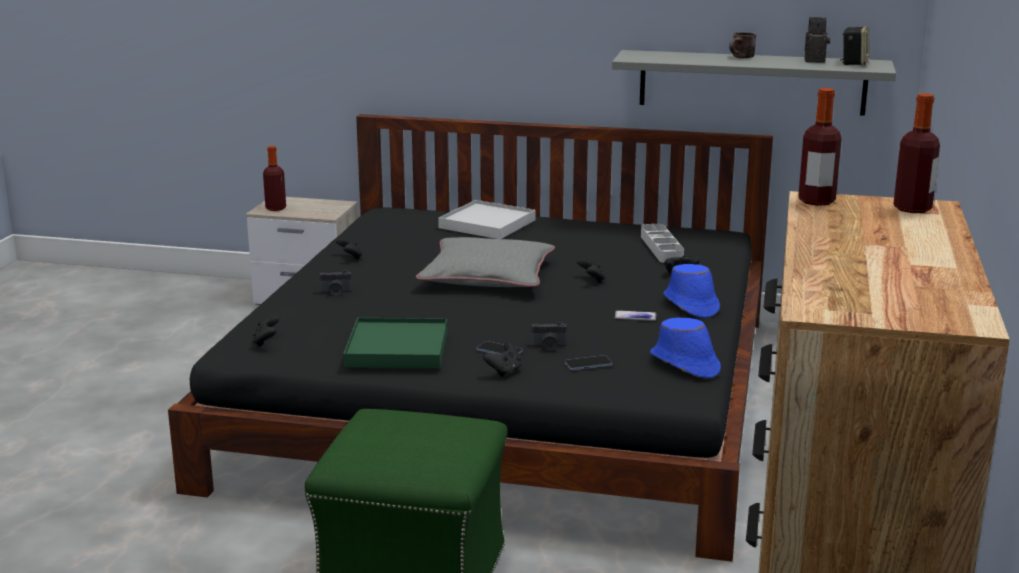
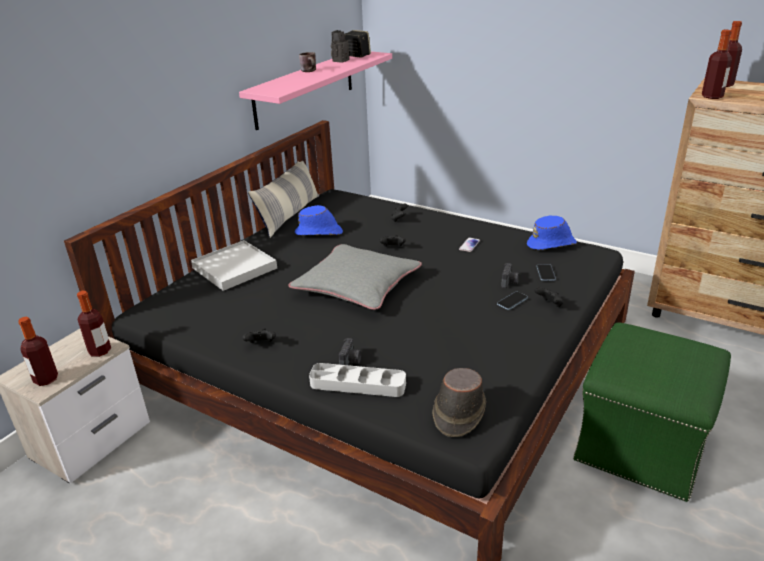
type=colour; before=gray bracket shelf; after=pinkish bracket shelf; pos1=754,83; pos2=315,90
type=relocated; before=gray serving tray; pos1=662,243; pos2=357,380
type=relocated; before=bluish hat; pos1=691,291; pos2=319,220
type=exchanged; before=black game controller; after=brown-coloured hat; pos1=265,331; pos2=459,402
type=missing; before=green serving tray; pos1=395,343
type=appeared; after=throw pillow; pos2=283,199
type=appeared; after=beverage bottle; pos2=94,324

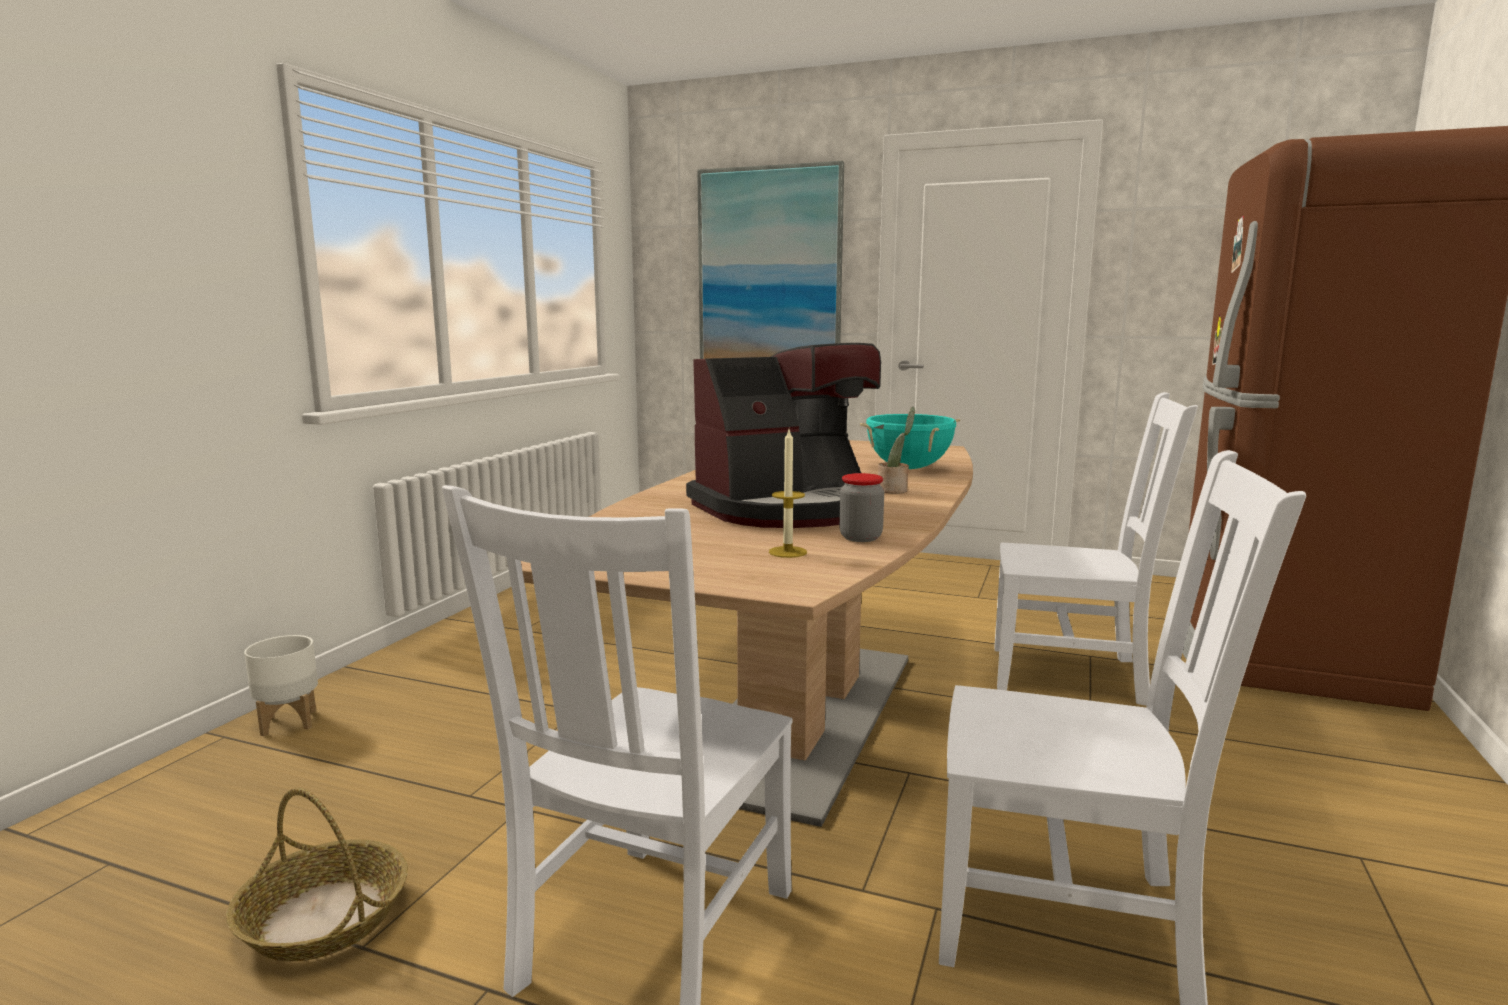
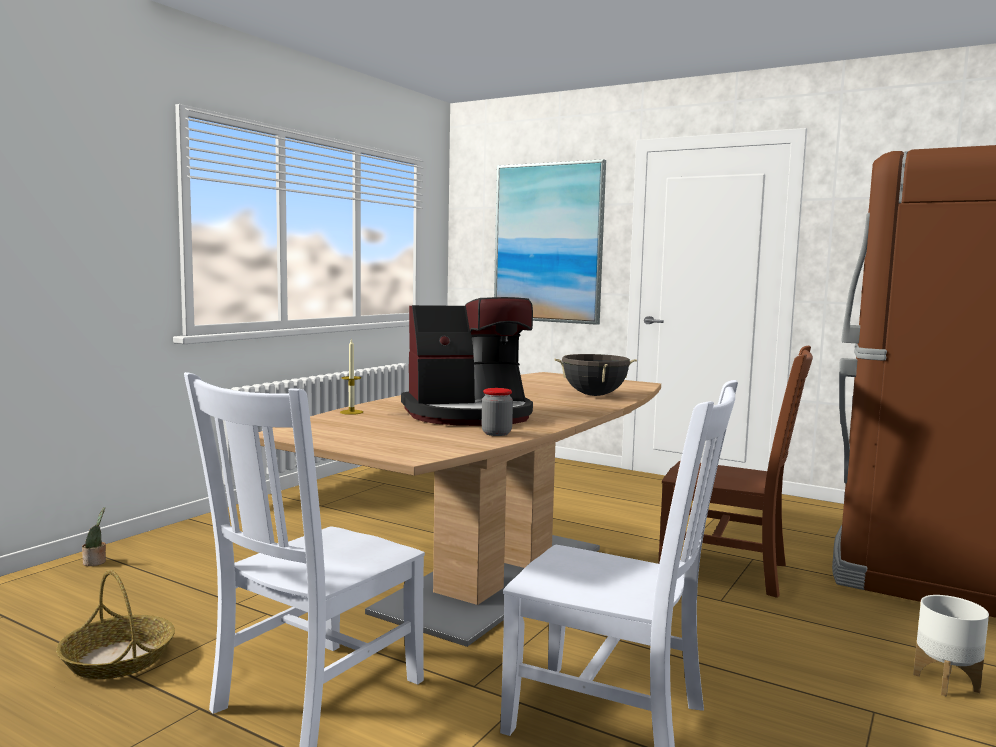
type=colour; before=whitish chair; after=brown-coloured chair; pos1=1096,549; pos2=735,472
type=relocated; before=potted plant; pos1=896,450; pos2=94,536
type=colour; before=turquoise-coloured cooking pot; after=black cooking pot; pos1=910,441; pos2=595,375
type=relocated; before=candle; pos1=788,494; pos2=351,376
type=relocated; before=whitish planter; pos1=281,685; pos2=951,646

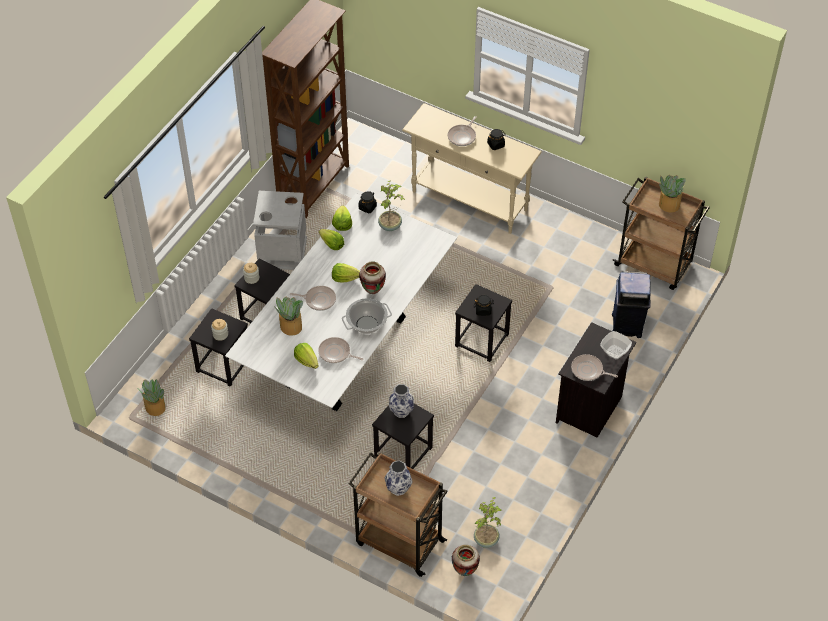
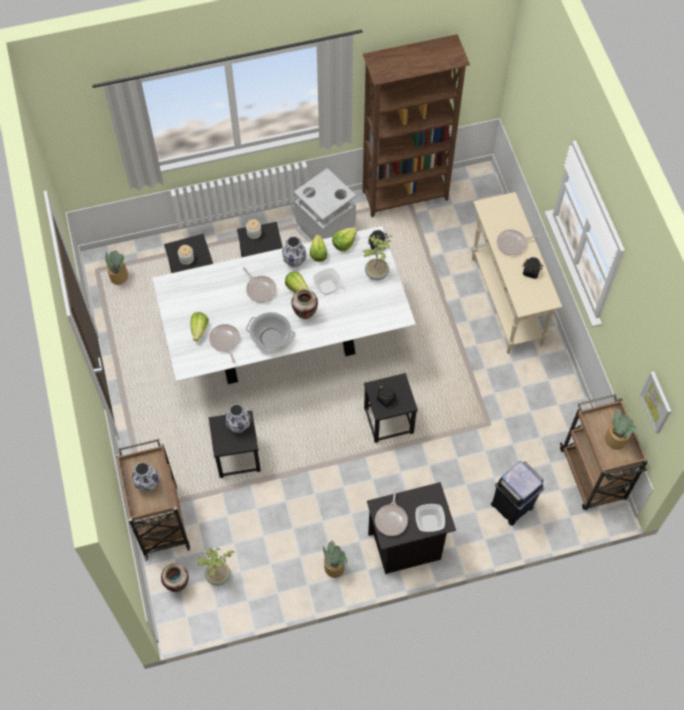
type=relocated; before=potted plant; pos1=288,316; pos2=335,559
type=spun; before=pan; pos1=594,367; pos2=391,512; turn=-150
type=appeared; after=vase; pos2=294,252
type=appeared; after=bowl; pos2=327,281
type=appeared; after=wall art; pos2=655,403

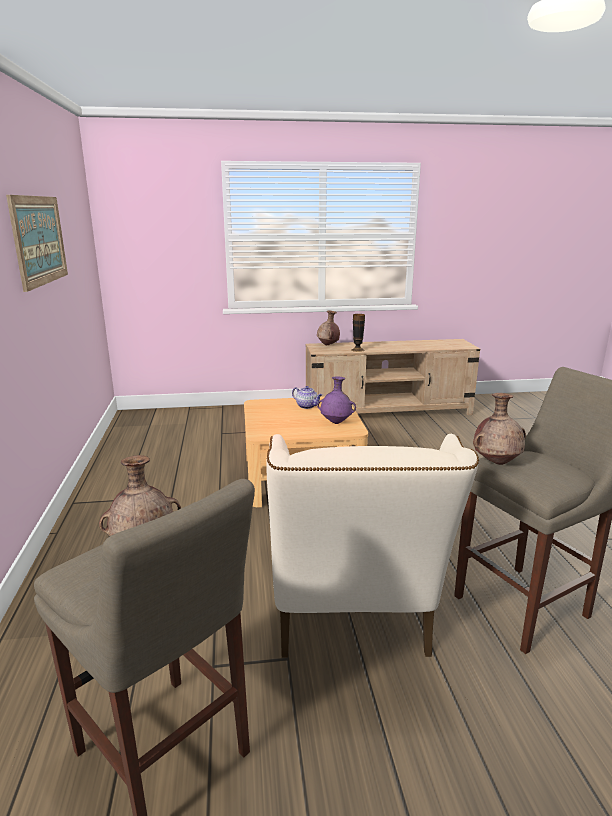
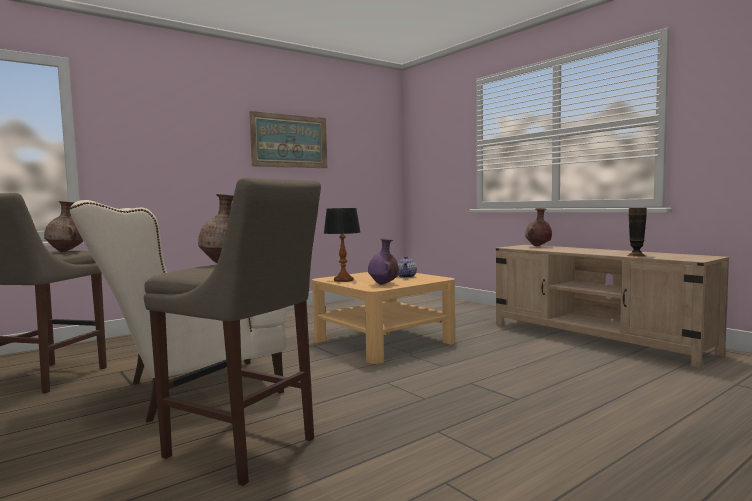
type=relocated; before=vase; pos1=358,333; pos2=637,232
type=appeared; after=table lamp; pos2=342,245

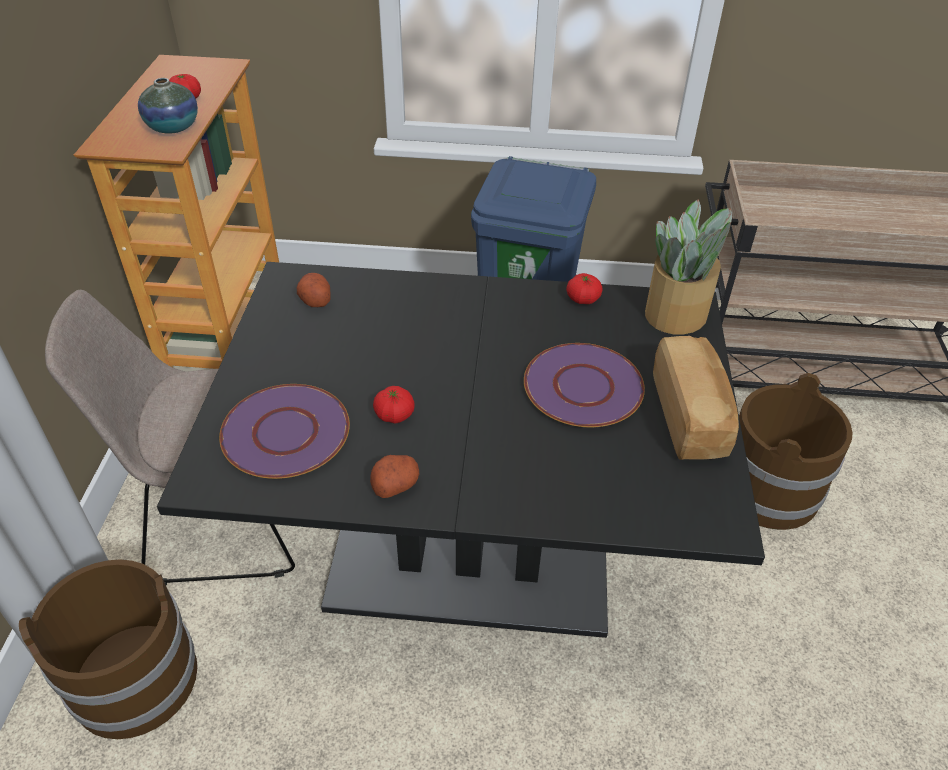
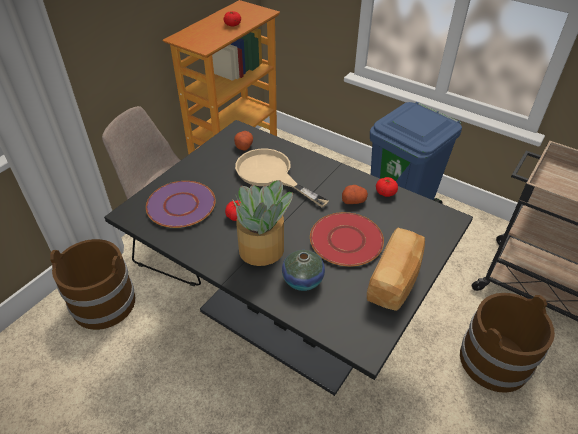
type=relocated; before=vase; pos1=168,106; pos2=303,270
type=relocated; before=potted plant; pos1=688,267; pos2=262,223
type=colour; before=purplish flat dish; after=red-coloured flat dish; pos1=584,385; pos2=347,239
type=relocated; before=potato; pos1=395,476; pos2=355,194
type=appeared; after=beige pan; pos2=282,177

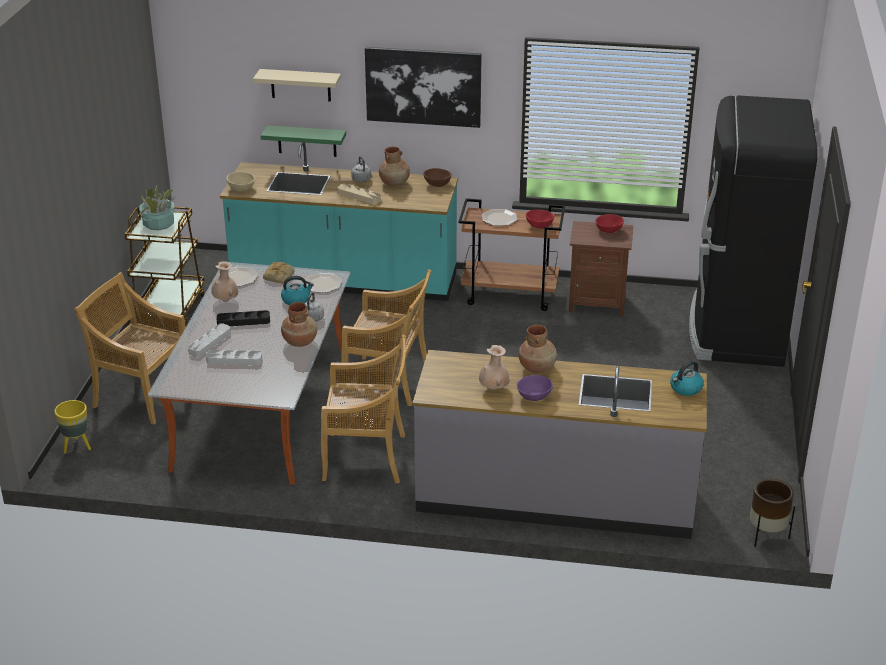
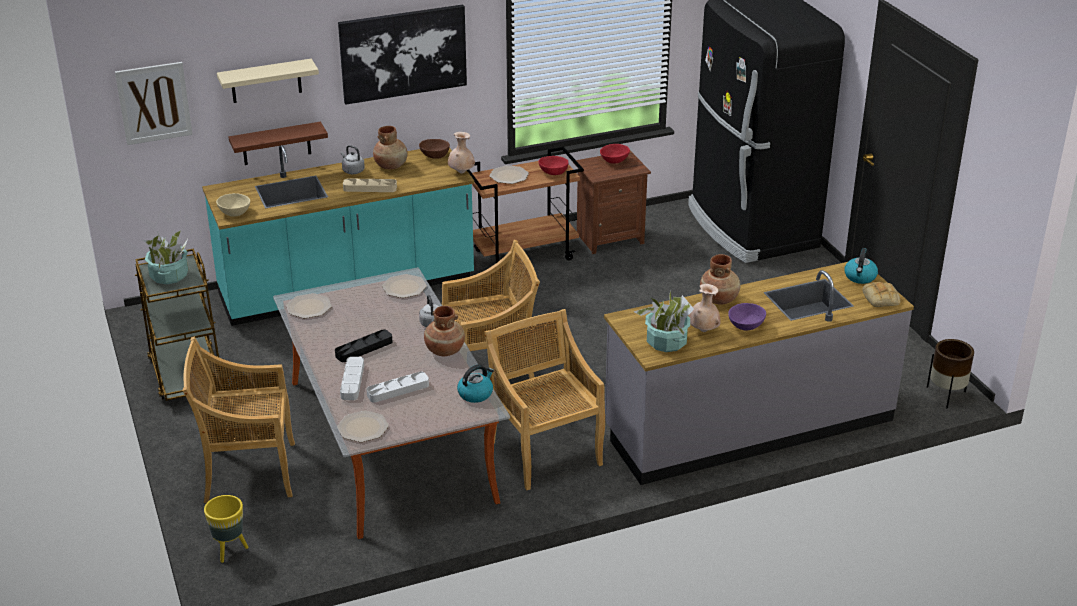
type=colour; before=green bracket shelf; after=brown-coloured bracket shelf; pos1=303,141; pos2=278,143
type=relocated; before=beige vase; pos1=224,281; pos2=461,153
type=relocated; before=bread; pos1=278,272; pos2=881,294
type=relocated; before=tea kettle; pos1=297,290; pos2=475,383
type=spun; before=beige chair; pos1=363,409; pos2=545,399; turn=-90
type=appeared; after=wall art; pos2=154,103
type=appeared; after=potted plant; pos2=664,321
type=appeared; after=flat dish; pos2=363,426

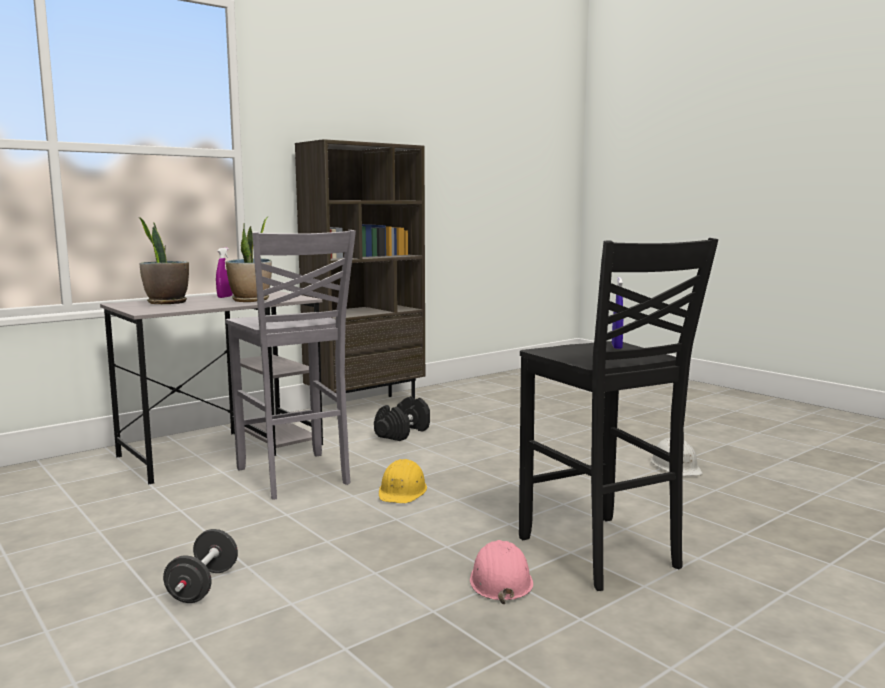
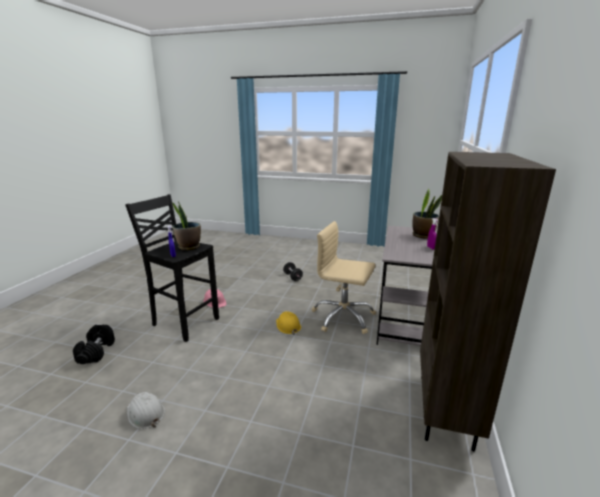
type=relocated; before=potted plant; pos1=249,259; pos2=186,225
type=exchanged; before=gray sitting stool; after=beige desk chair; pos1=291,365; pos2=343,277
type=relocated; before=black dumbbell; pos1=402,418; pos2=94,344

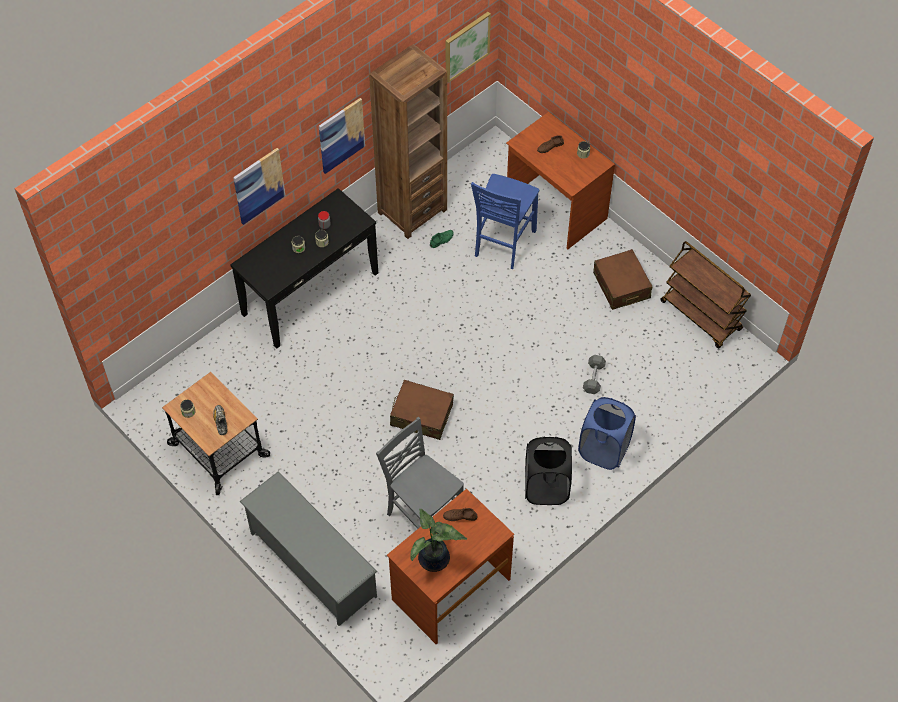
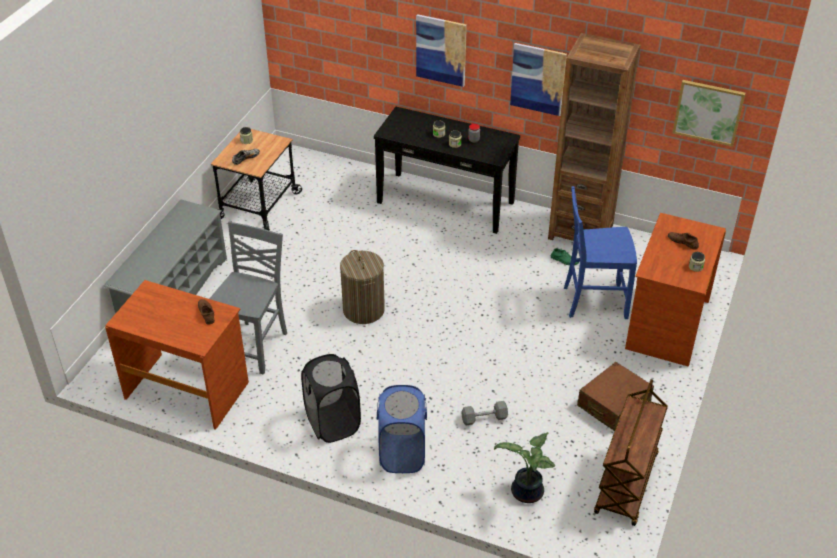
type=exchanged; before=brown-coloured suitcase; after=laundry basket; pos1=422,410; pos2=362,287
type=relocated; before=potted plant; pos1=438,540; pos2=524,467

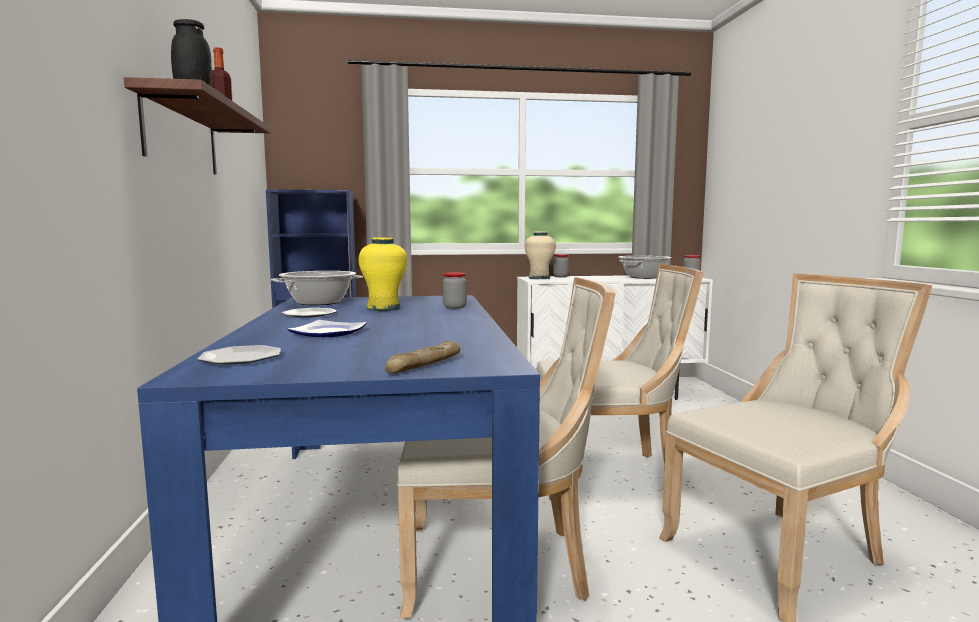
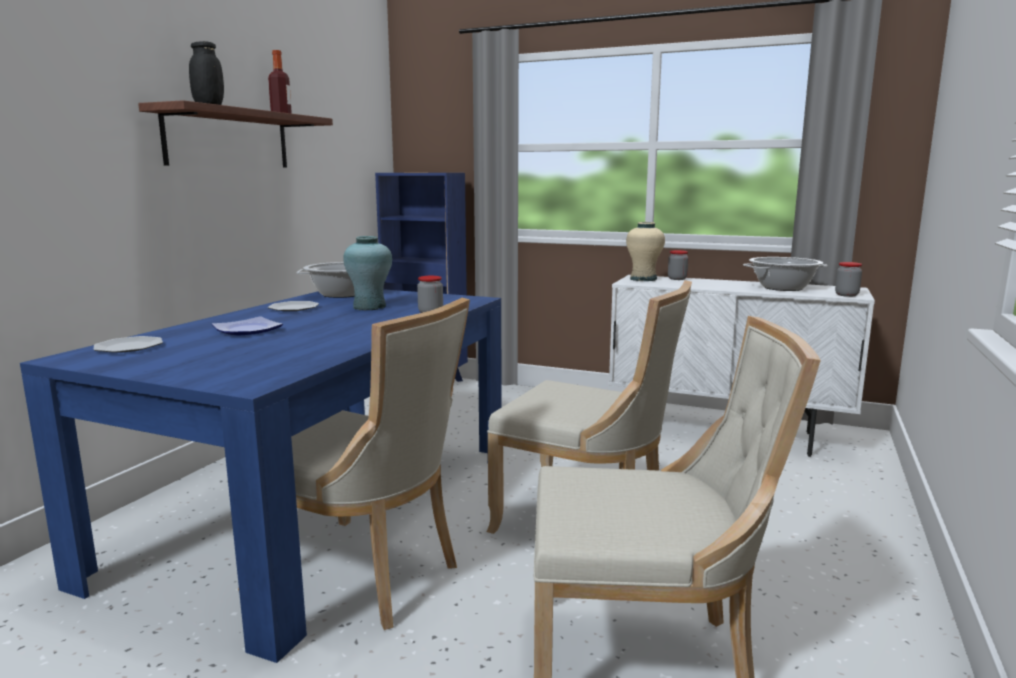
type=colour; before=yellowish vase; after=turquoise-coloured vase; pos1=383,274; pos2=367,273
type=missing; before=bread; pos1=422,357

